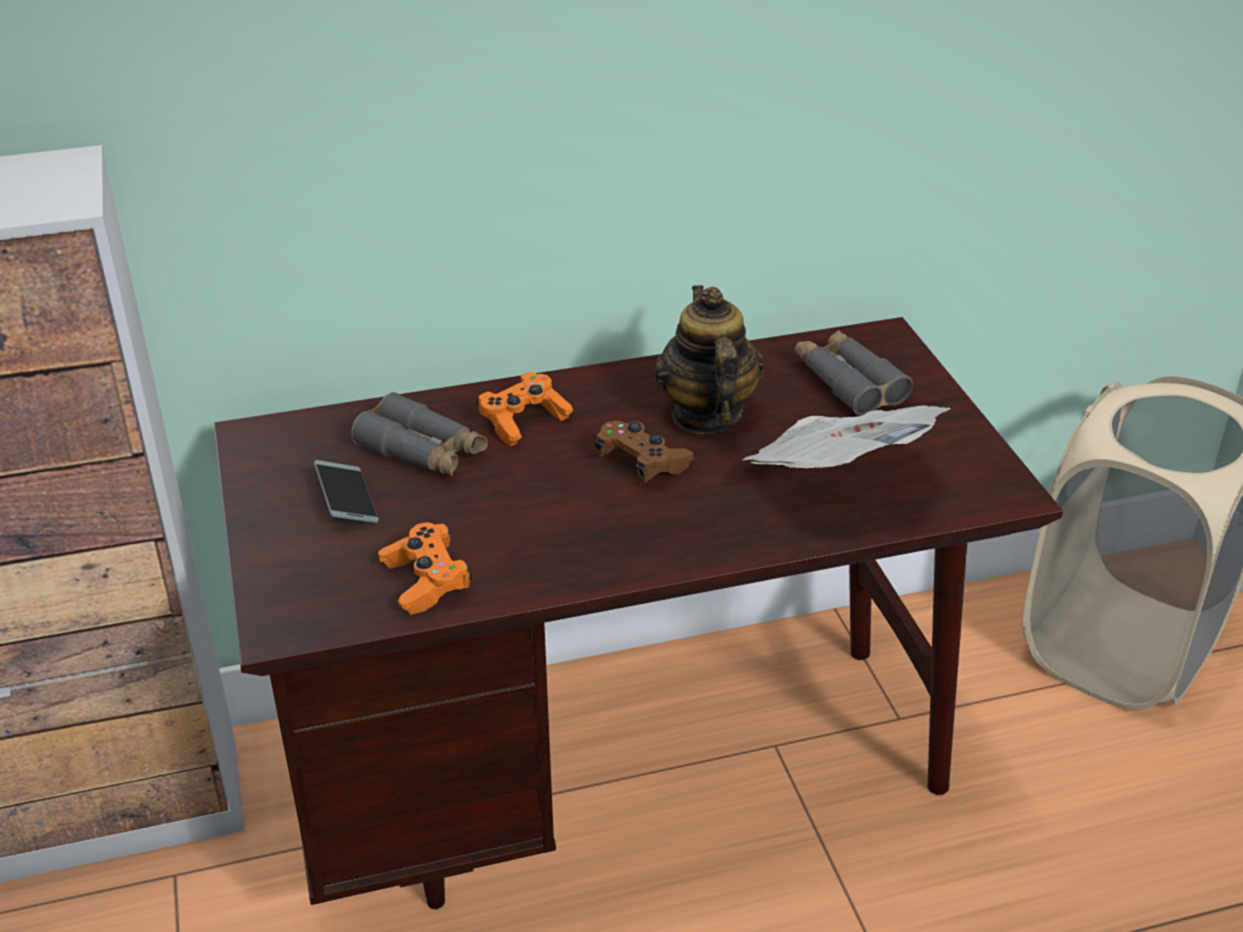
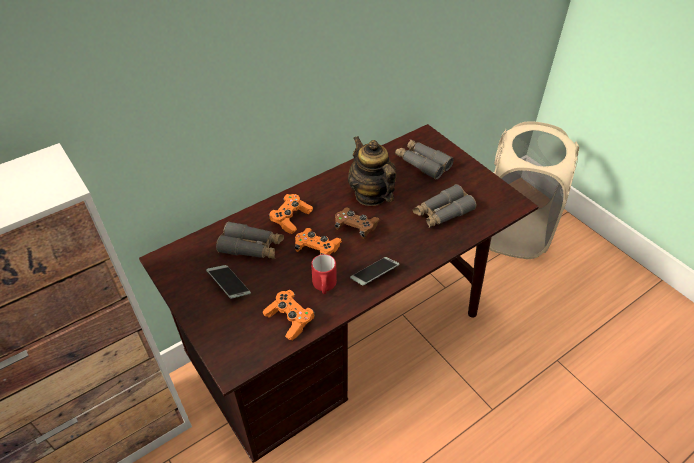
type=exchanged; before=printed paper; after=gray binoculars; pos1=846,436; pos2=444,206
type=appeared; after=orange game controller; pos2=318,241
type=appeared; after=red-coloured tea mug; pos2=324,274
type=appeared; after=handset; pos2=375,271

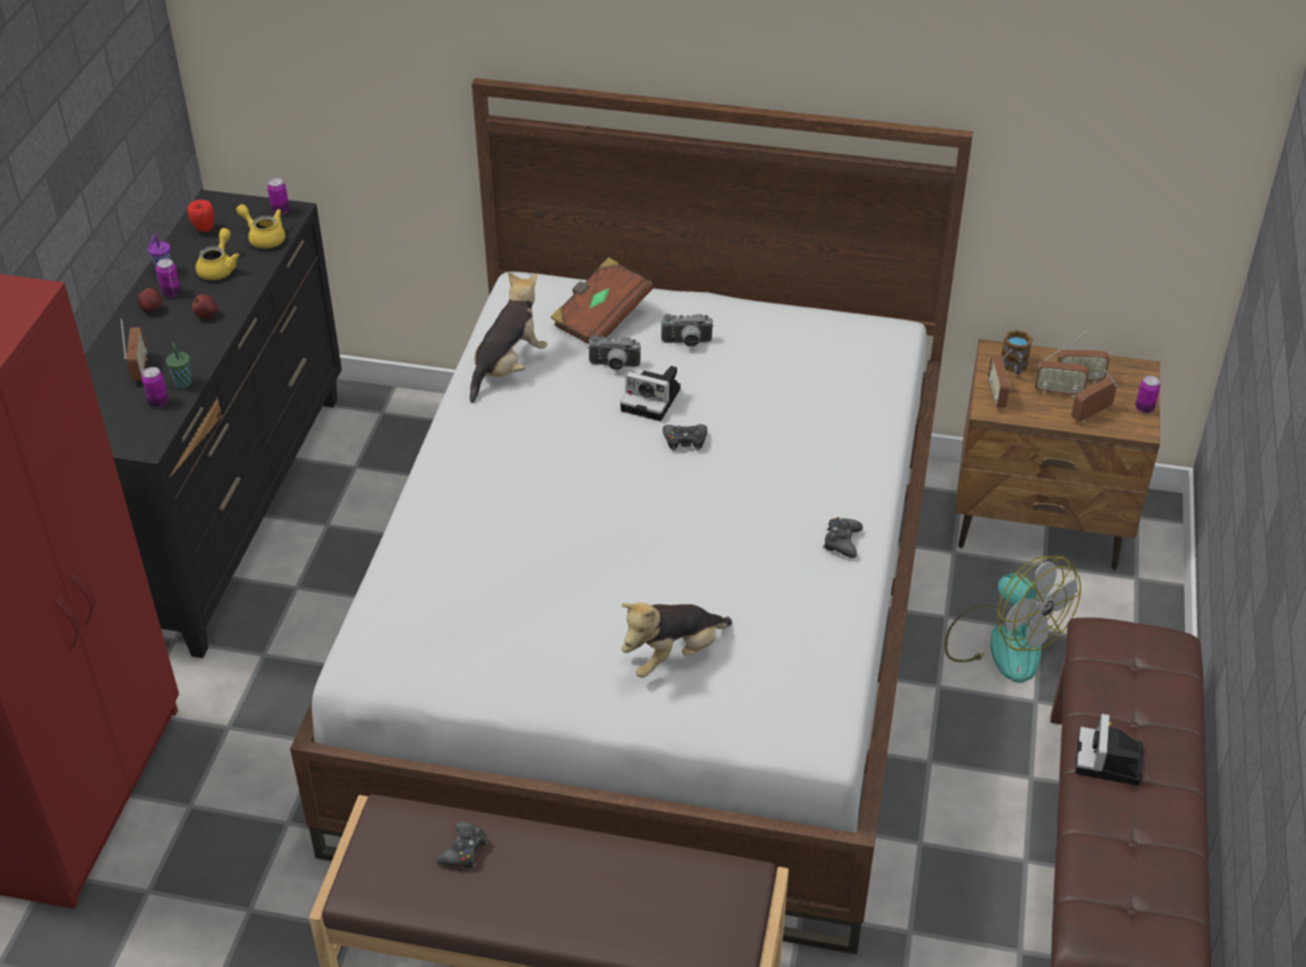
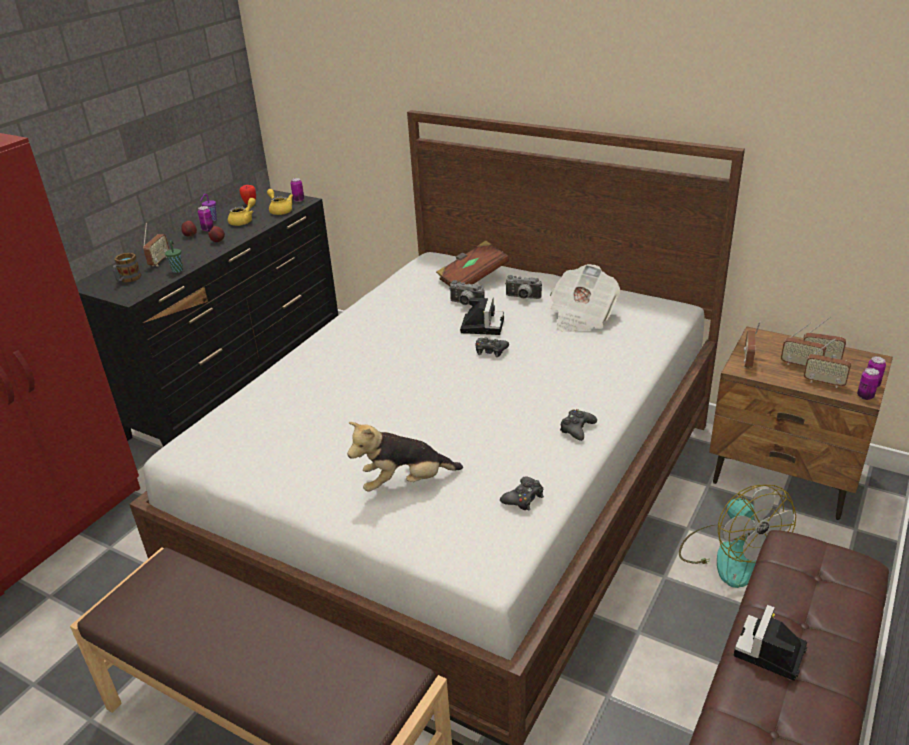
type=missing; before=soft toy; pos1=508,338
type=relocated; before=tea mug; pos1=1017,352; pos2=127,267
type=spun; before=photo camera; pos1=650,393; pos2=482,316; turn=-120
type=relocated; before=sealed can; pos1=155,387; pos2=868,384
type=spun; before=radio; pos1=1094,396; pos2=827,363; turn=-135
type=relocated; before=black game controller; pos1=462,844; pos2=522,493
type=appeared; after=printed paper; pos2=585,298

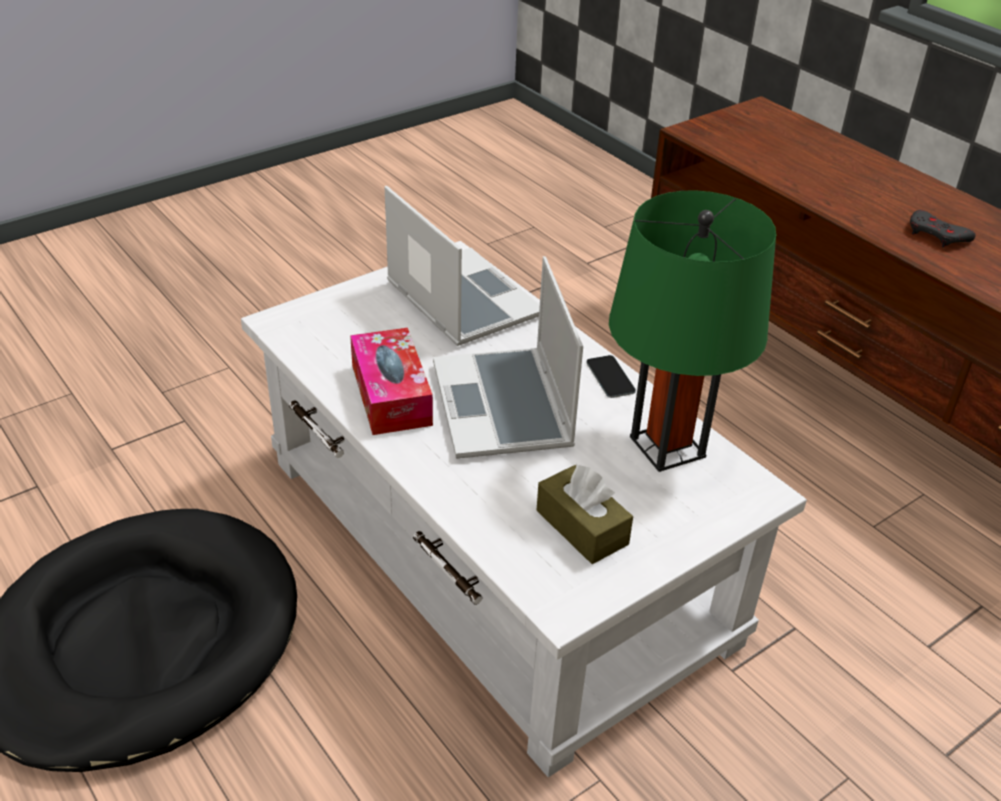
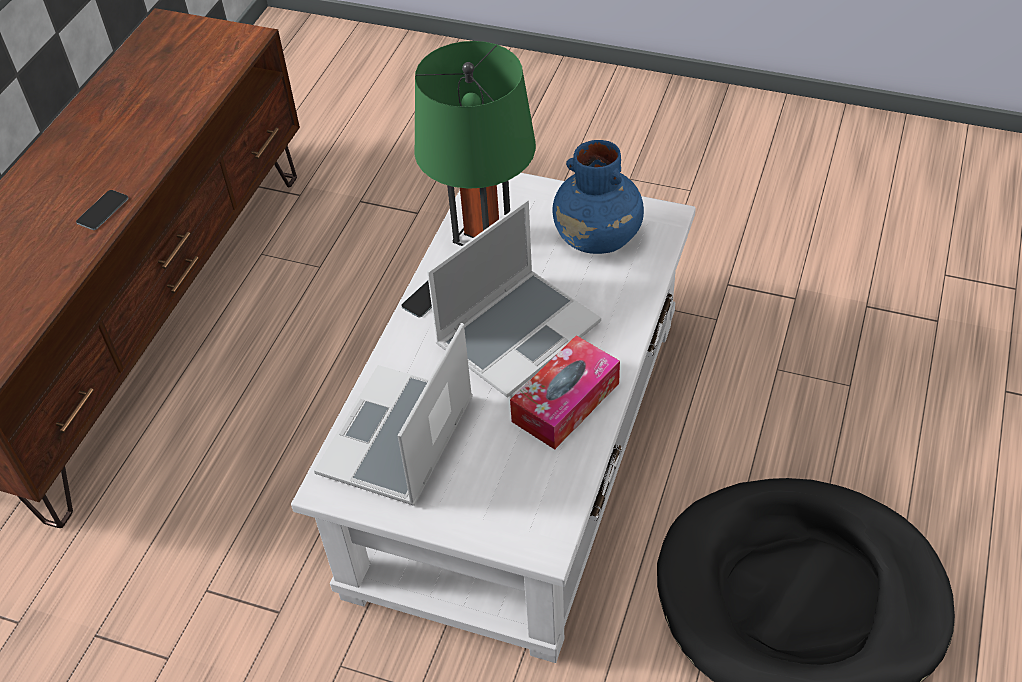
type=missing; before=gray game controller; pos1=942,228
type=exchanged; before=brown-coloured tissue box; after=bluish vase; pos1=584,514; pos2=598,197
type=appeared; after=handset; pos2=102,210

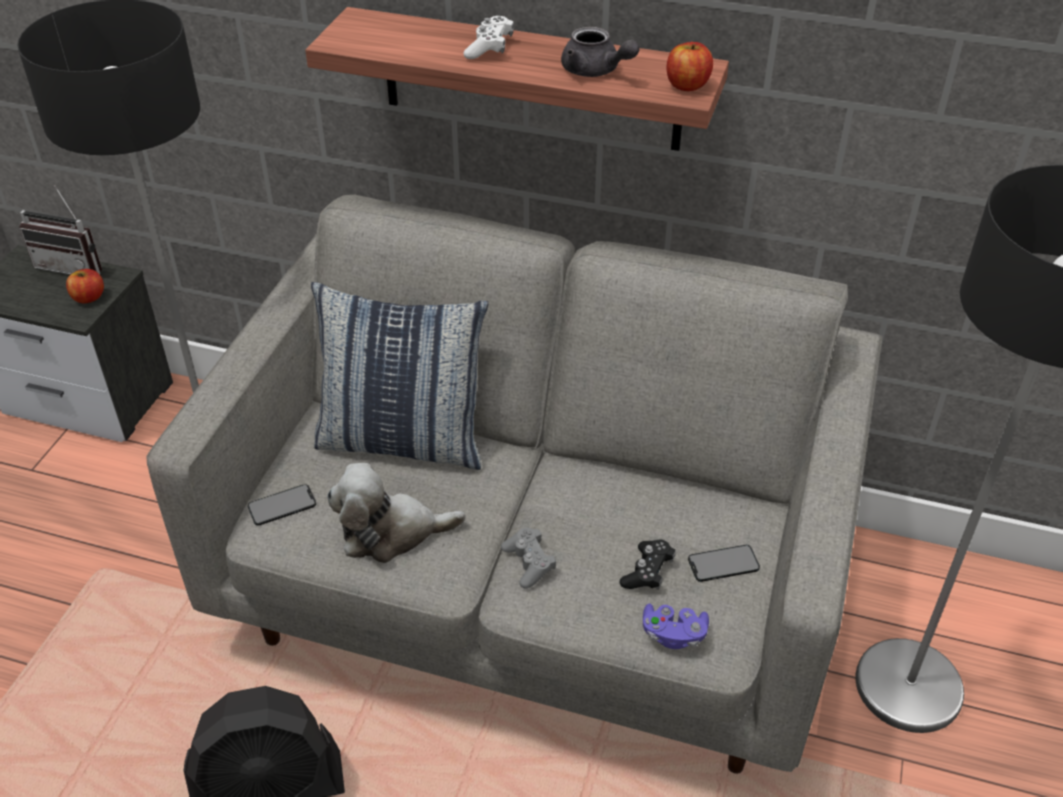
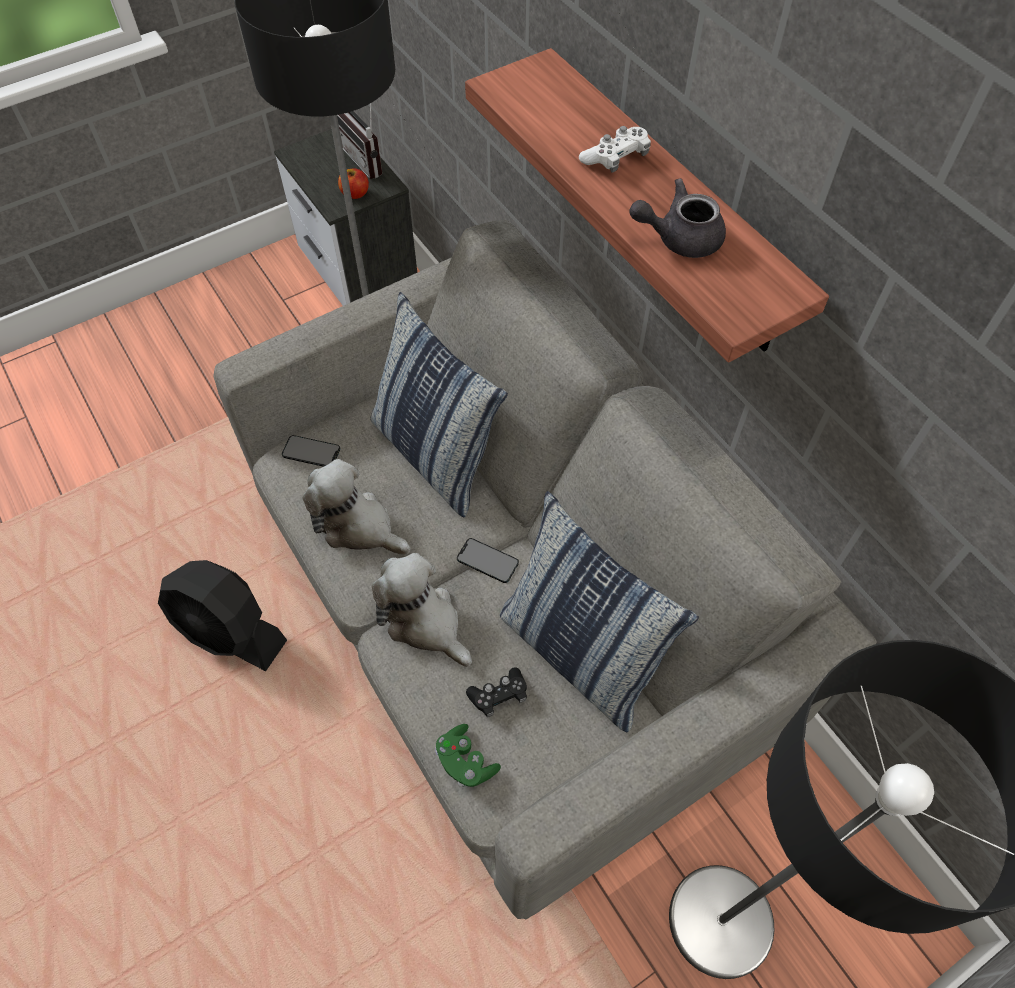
type=spun; before=gray teapot; pos1=600,52; pos2=677,218; turn=90
type=missing; before=whole apple; pos1=689,66
type=exchanged; before=gray game controller; after=soft toy; pos1=528,558; pos2=422,610
type=relocated; before=handset; pos1=724,563; pos2=488,560
type=colour; before=purplish game controller; after=green game controller; pos1=676,626; pos2=468,755
type=appeared; after=throw pillow; pos2=599,611

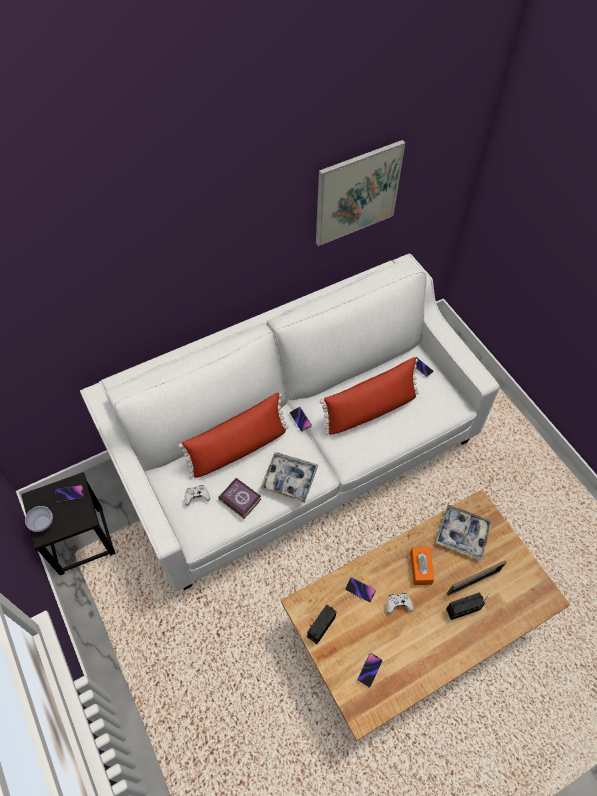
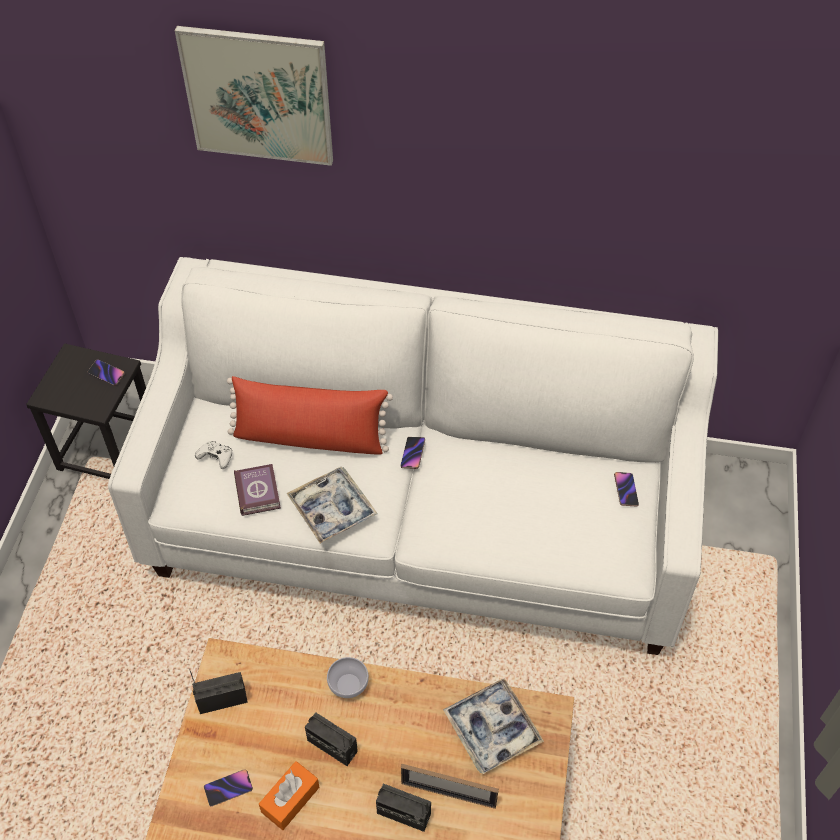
type=relocated; before=wall art; pos1=360,193; pos2=254,96
type=missing; before=red-coloured throw pillow; pos1=369,396
type=relocated; before=bowl; pos1=39,519; pos2=348,677
type=relocated; before=orange tissue box; pos1=422,566; pos2=289,795
type=missing; before=handset; pos1=360,589
type=exchanged; before=whitish game controller; after=radio; pos1=400,603; pos2=331,739

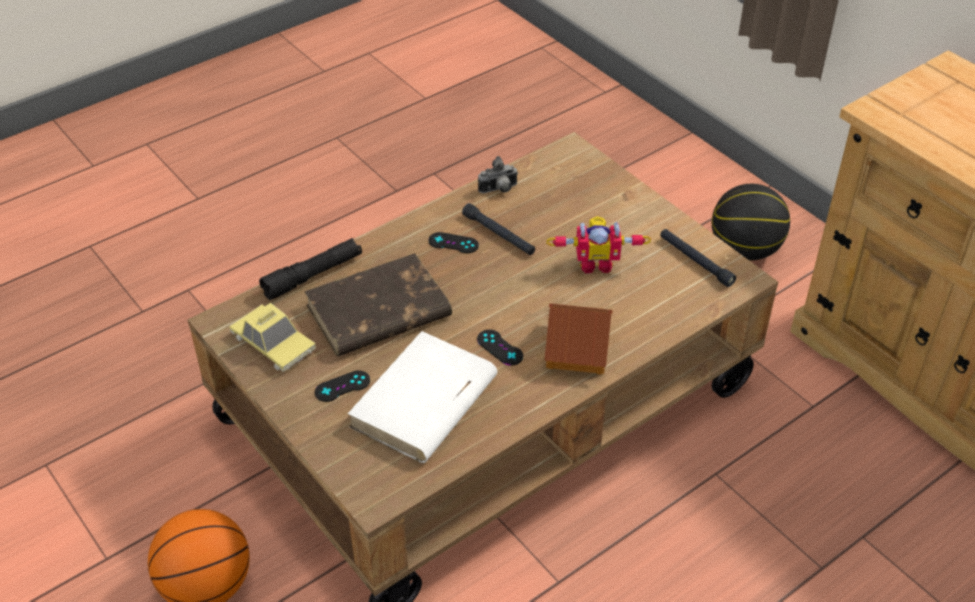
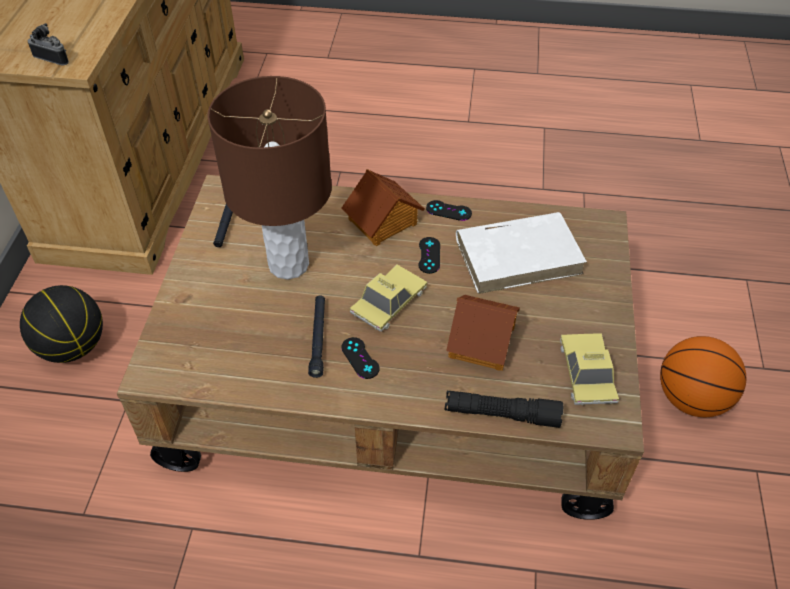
type=relocated; before=photo camera; pos1=498,174; pos2=48,44
type=exchanged; before=robot figure; after=brown-coloured table lamp; pos1=598,244; pos2=269,178
type=exchanged; before=brown-coloured book; after=toy house; pos1=378,305; pos2=483,333
type=relocated; before=black game controller; pos1=342,386; pos2=449,210
type=appeared; after=toy car; pos2=388,298

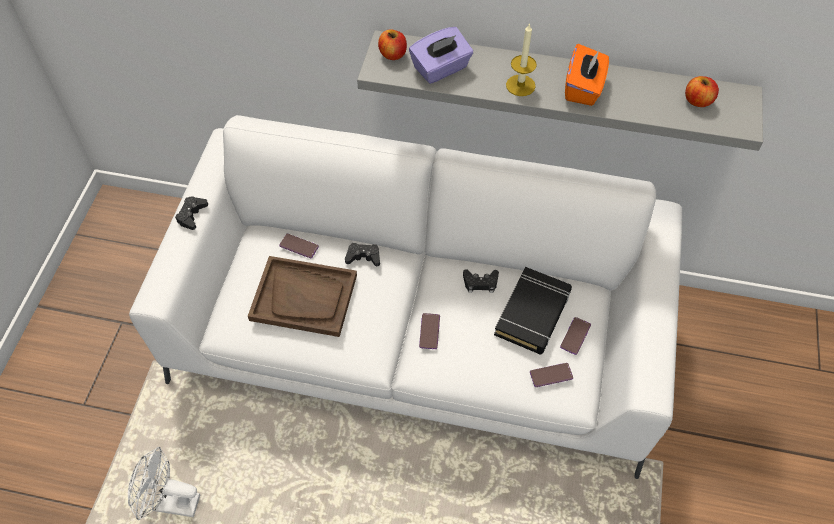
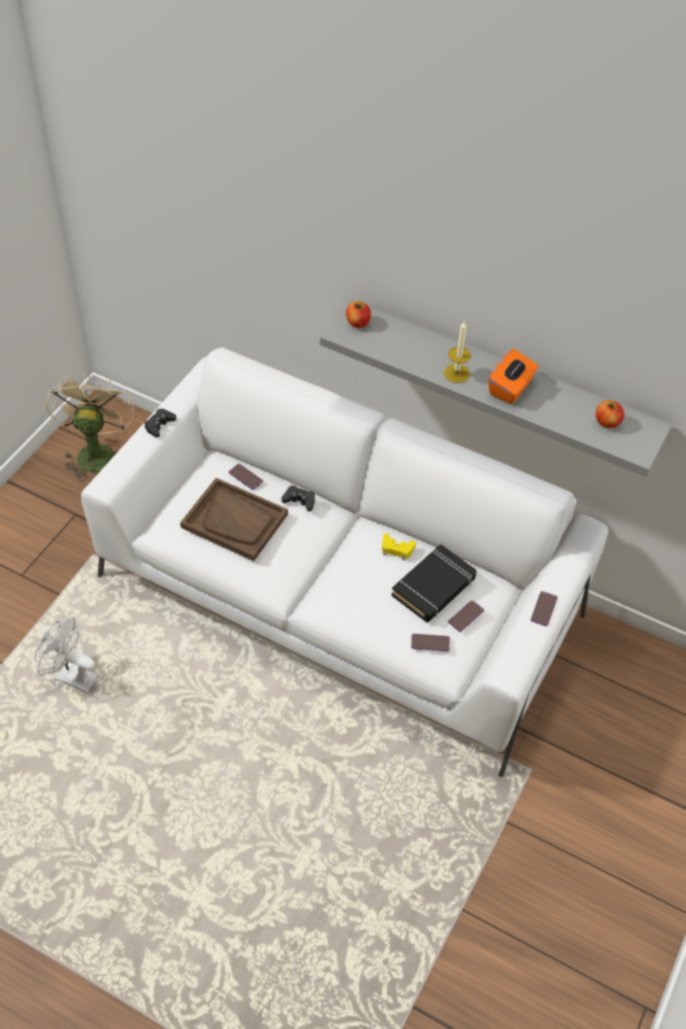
type=missing; before=purplish tissue box; pos1=441,55
type=colour; before=black game controller; after=yellowish game controller; pos1=481,281; pos2=399,547
type=relocated; before=handset; pos1=429,331; pos2=544,608
type=appeared; after=beige fan; pos2=90,427

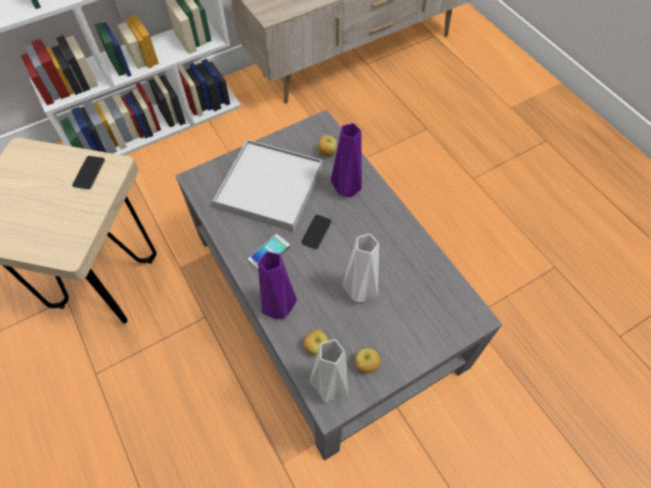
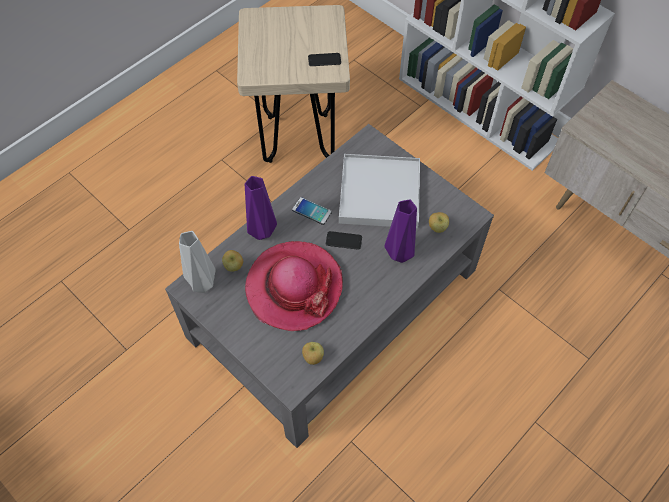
type=exchanged; before=whitish vase; after=hat; pos1=361,268; pos2=294,286
type=relocated; before=whole apple; pos1=368,360; pos2=313,353

